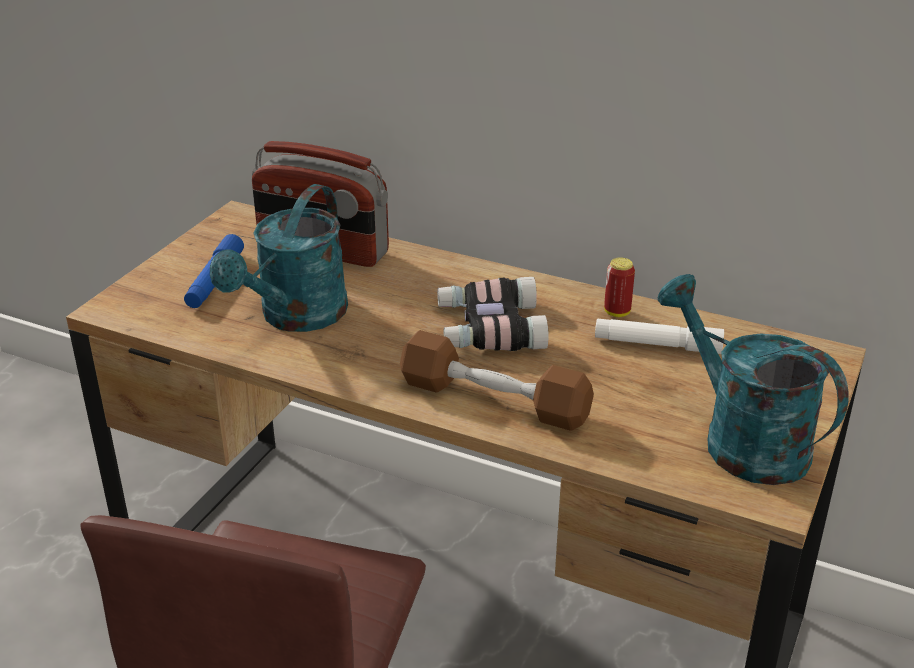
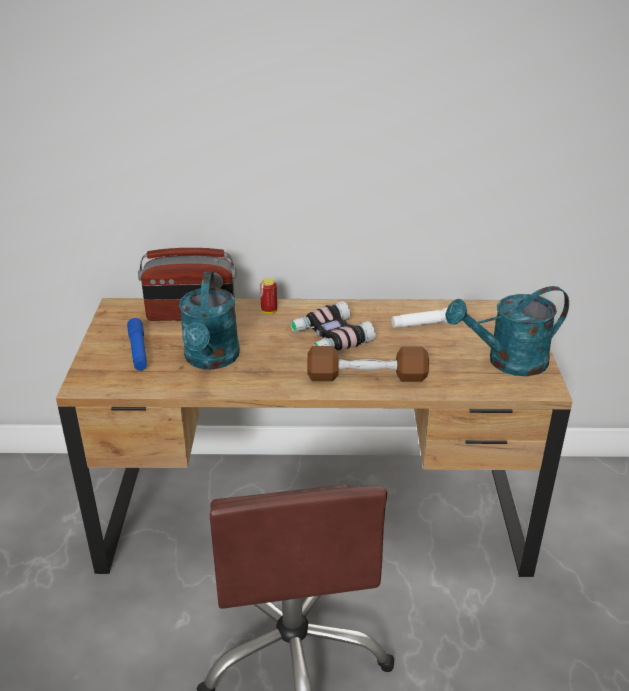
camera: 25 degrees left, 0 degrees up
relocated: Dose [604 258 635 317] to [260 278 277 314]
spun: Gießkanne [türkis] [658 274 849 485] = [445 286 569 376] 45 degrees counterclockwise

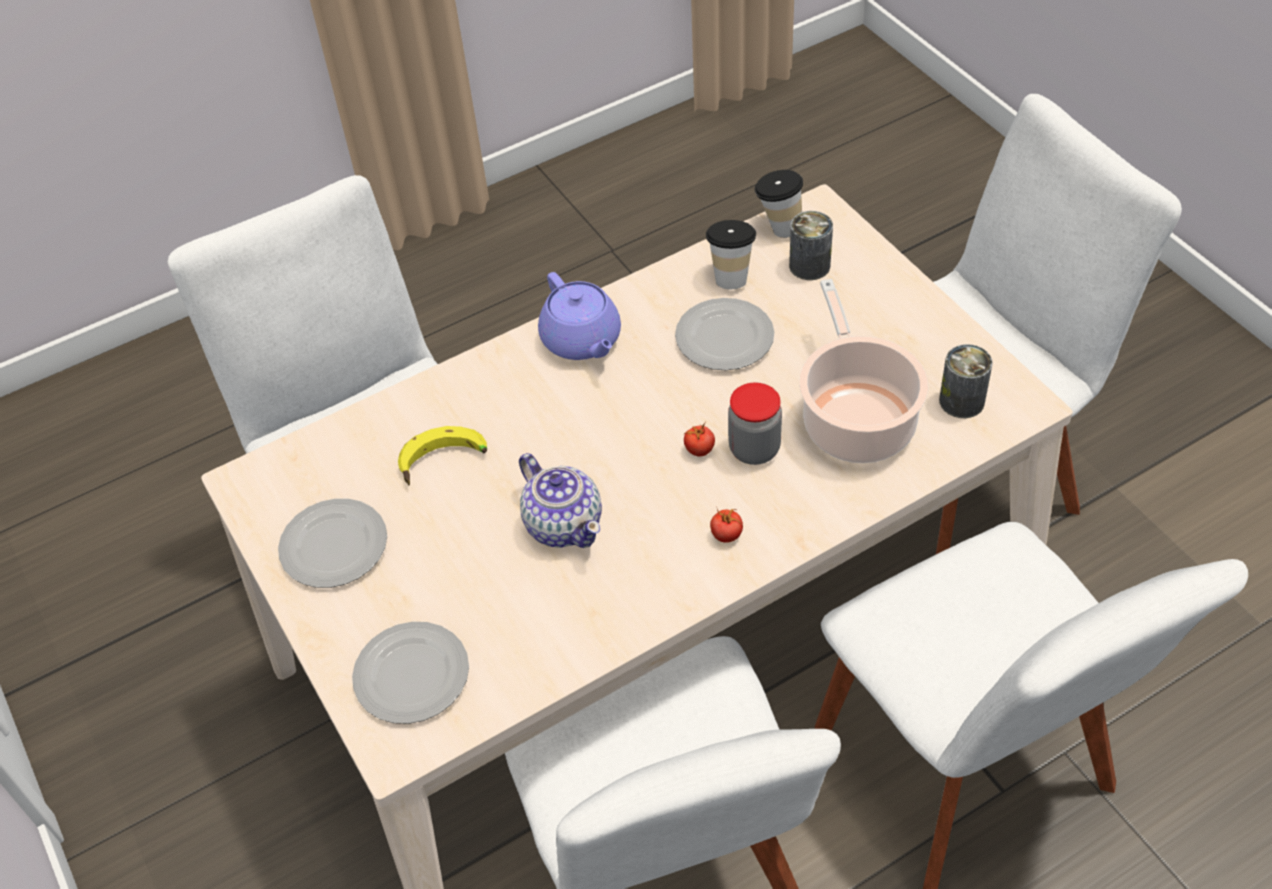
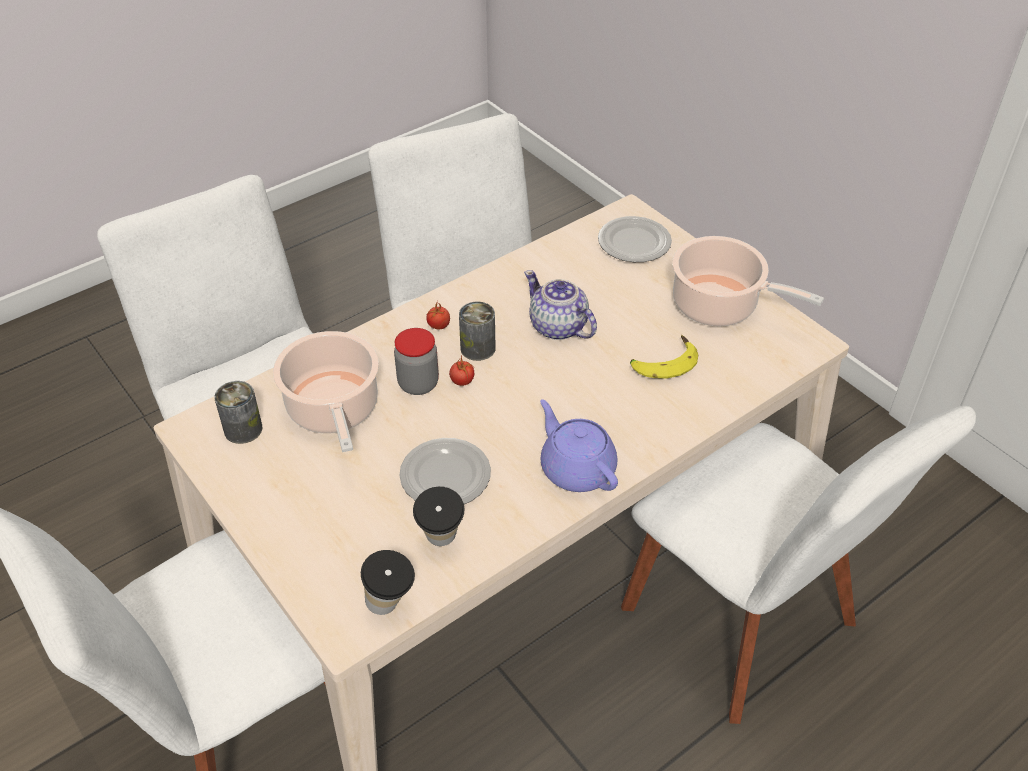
camera: 170 degrees right, 5 degrees down
relocated: Dose [789 211 833 280] to [459 302 496 361]
exchanged: Teller [278 499 387 588] to Kochtopf [673 236 824 326]

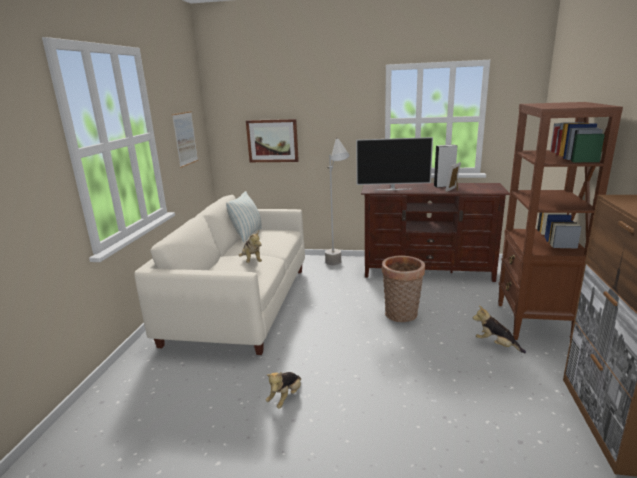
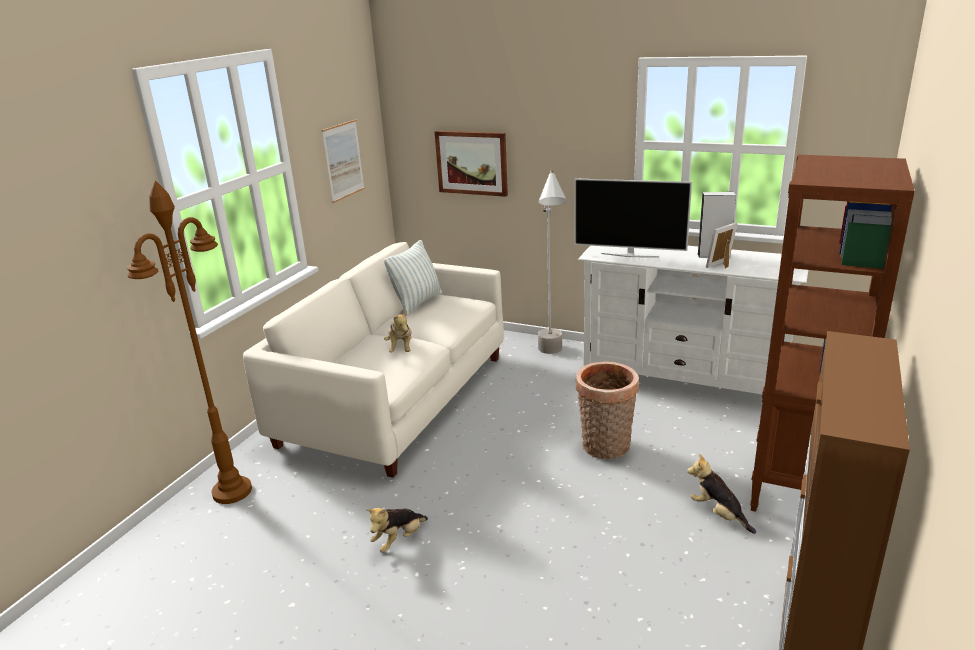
camera: 15 degrees right, 5 degrees up
appeared: Stehlampe [braun] [127 181 252 504]
colour: Fernsehschrank [braun] [361 183 510 282] to Fernsehschrank [weiß] [578 246 808 394]

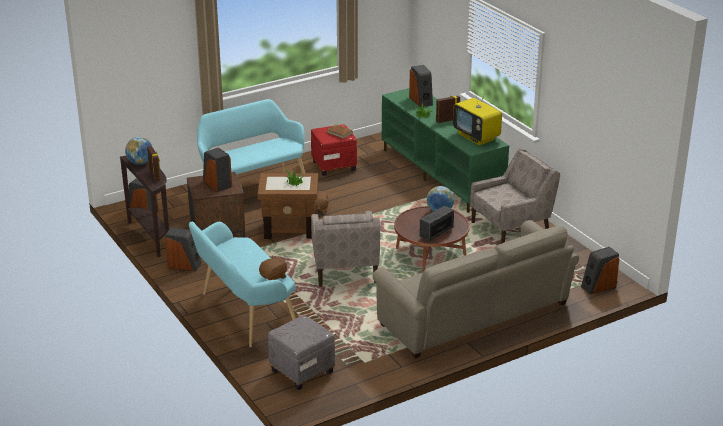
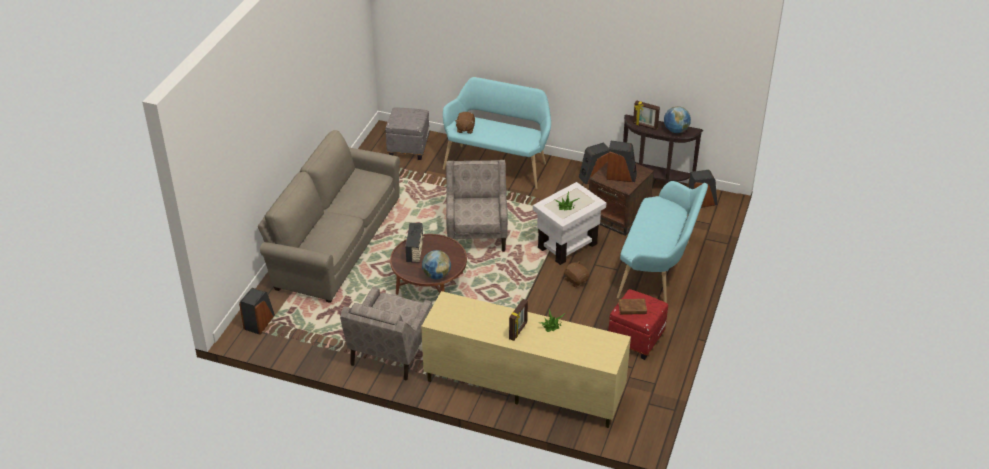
camera: 140 degrees right, 10 degrees up
missing: Lautsprecher [409 65 433 107]; Fernseher [453 86 502 145]
colour: Beistelltisch [braun] [258 173 318 239] to Beistelltisch [weiß] [533 182 606 265]; Fernsehschrank [grün] [382 88 509 213] to Fernsehschrank [beige] [421 291 631 428]
spun: Sessel [beige] [311 211 381 287] = [446 160 508 252] 45 degrees clockwise

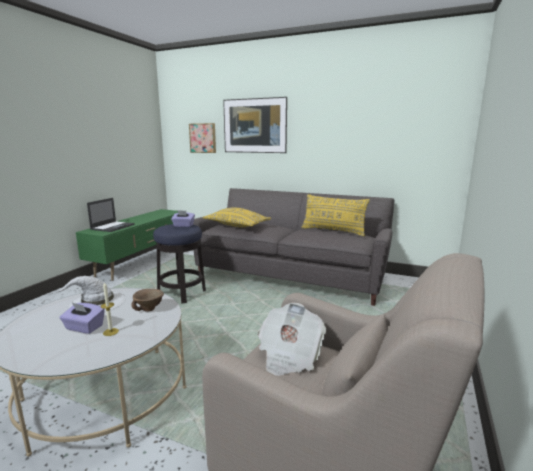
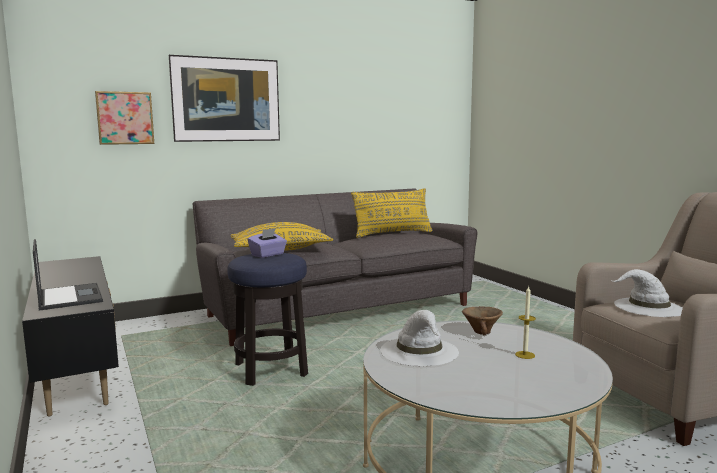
camera: 50 degrees left, 5 degrees down
missing: Taschentuchbox [lila] [60 302 105 334]
exchanged: Zeitung [258 303 326 376] to Hut [weiß] [613 269 683 317]
colour: Fernsehschrank [grün] [76 209 178 281] to Fernsehschrank [schwarz] [22 256 119 417]

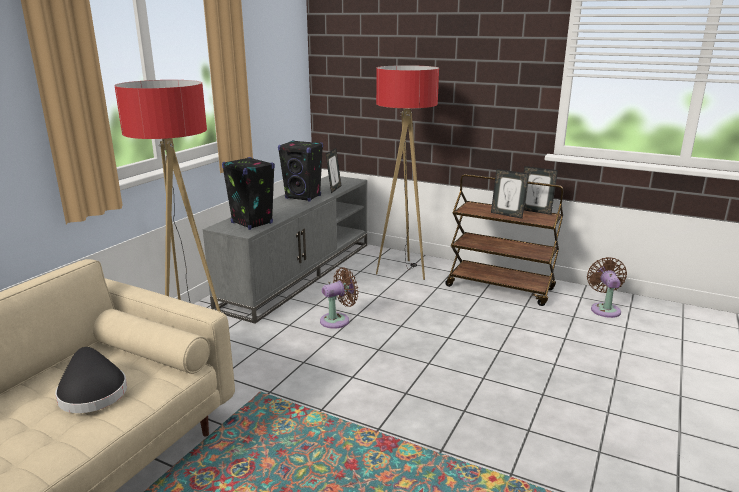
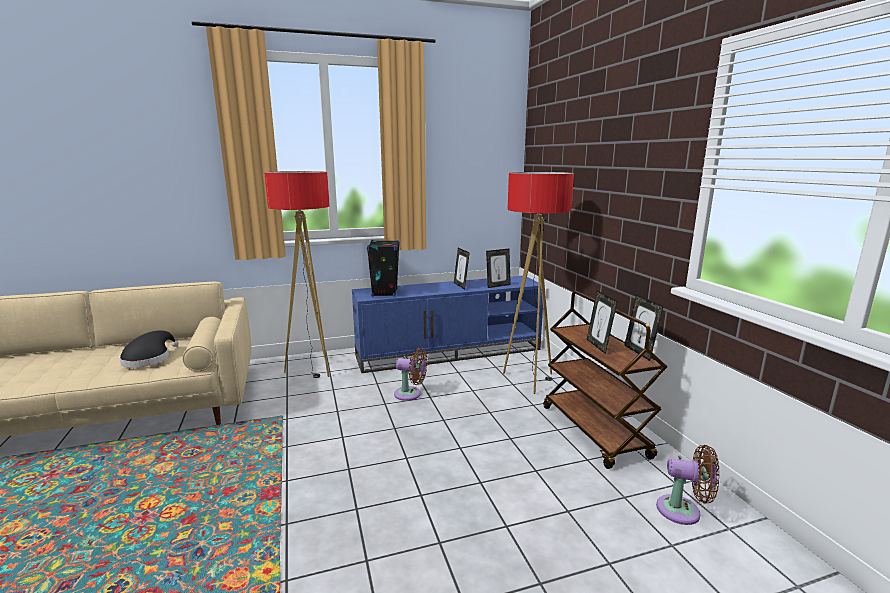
camera: 45 degrees right, 5 degrees down
exchanged: Lautsprecher [schwarz] [278 140 323 202] to Bilderrahmen [454 248 470 289]
colour: Fernsehschrank [grau] [203 175 367 323] to Fernsehschrank [blau] [352 276 543 373]
spun: Ventilator [braun] [587 257 627 318] = [656 445 719 525] 60 degrees clockwise

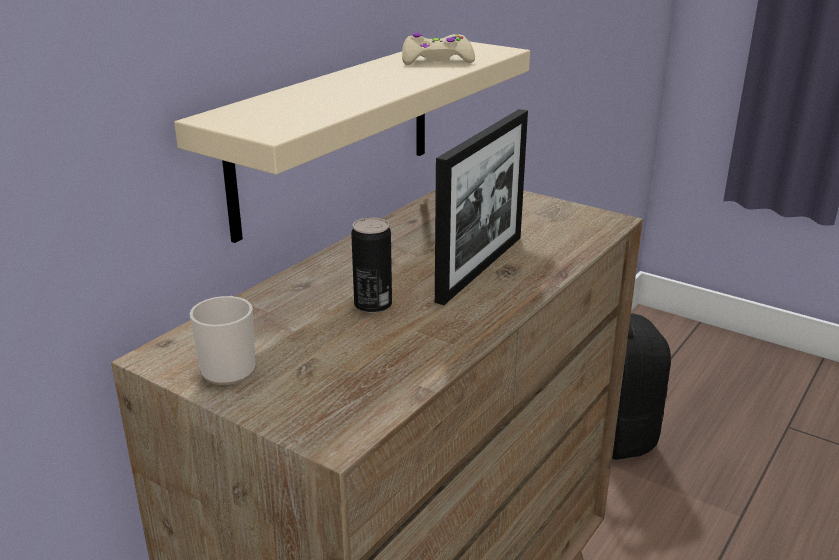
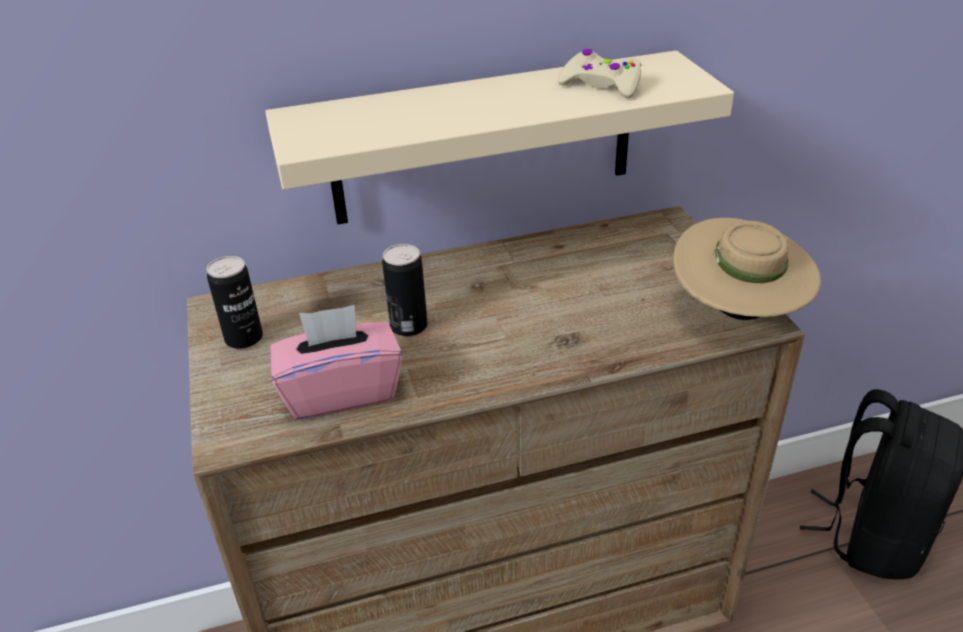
camera: 40 degrees right, 10 degrees up
missing: Bilderrahmen [435 109 528 305]
appeared: Taschentuchbox [rosa] [270 305 403 420]; Hut [beige] [673 218 821 320]
exchanged: Henkelbecher [190 296 255 385] to Dose [207 256 263 349]

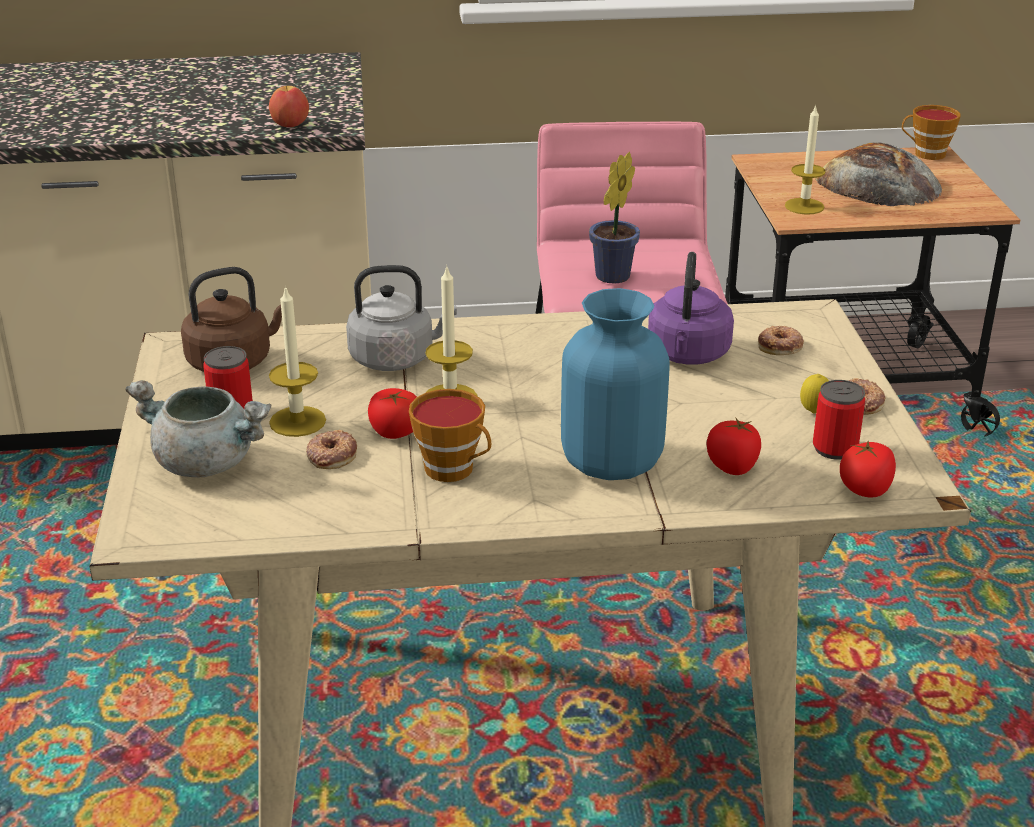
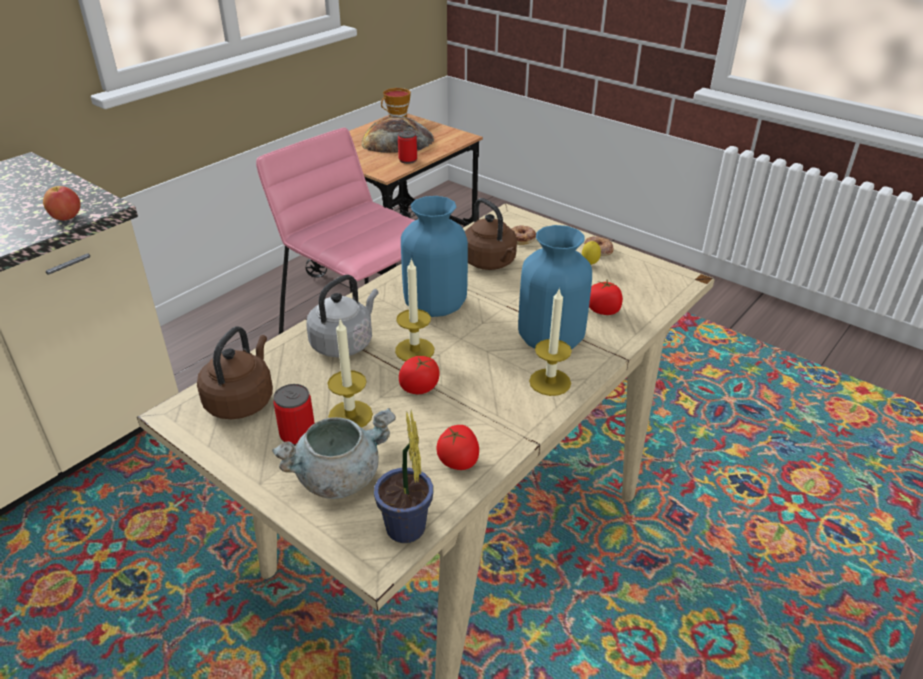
camera: 45 degrees left, 5 degrees up
missing: Donut [306 430 357 469]; Tasse [409 389 491 482]
appeared: Vase [blau] [401 196 468 317]
relocated: Topfpflanze [589 152 640 283] to [374 410 433 543]; Kerze [785 104 826 215] to [529 287 572 396]; Dose [813 380 865 460] to [398 130 417 164]; Tomate [840 441 896 498] to [436 425 479 470]
colour: Wasserkessel [lila] [648 252 734 365] to Wasserkessel [braun] [465 198 517 270]

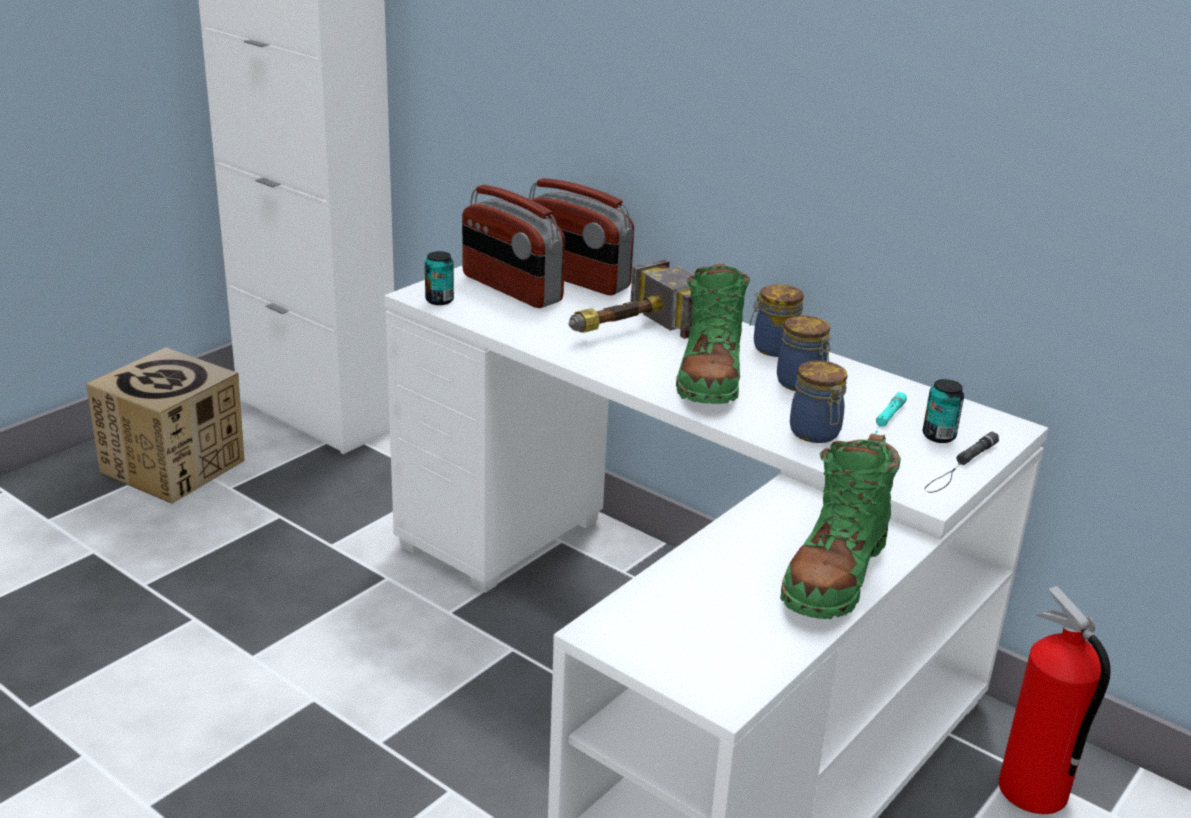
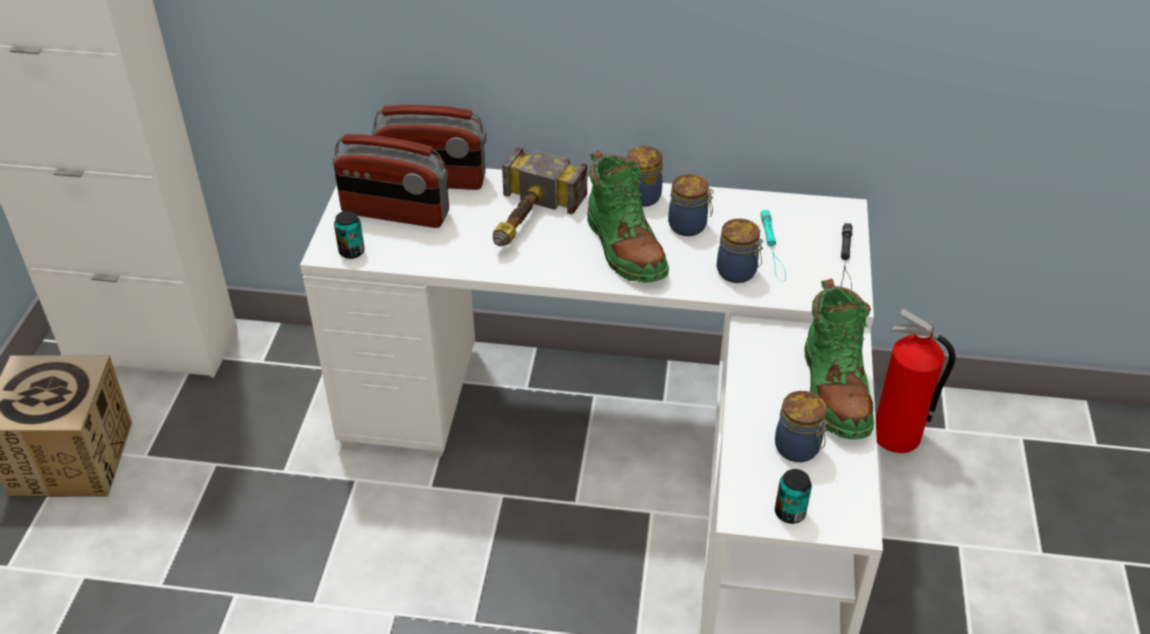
camera: 30 degrees left, 15 degrees up
appeared: Vorratsglas [775 391 828 462]
relocated: Dose [923 379 964 443] to [775 469 812 524]

